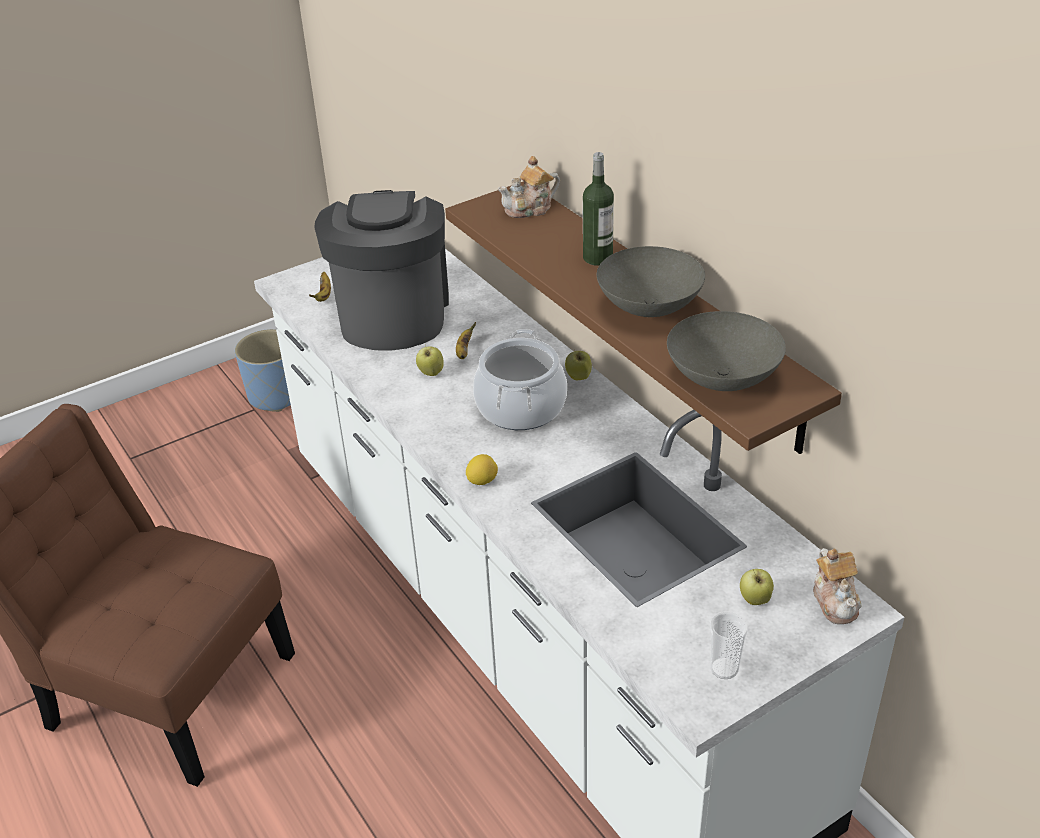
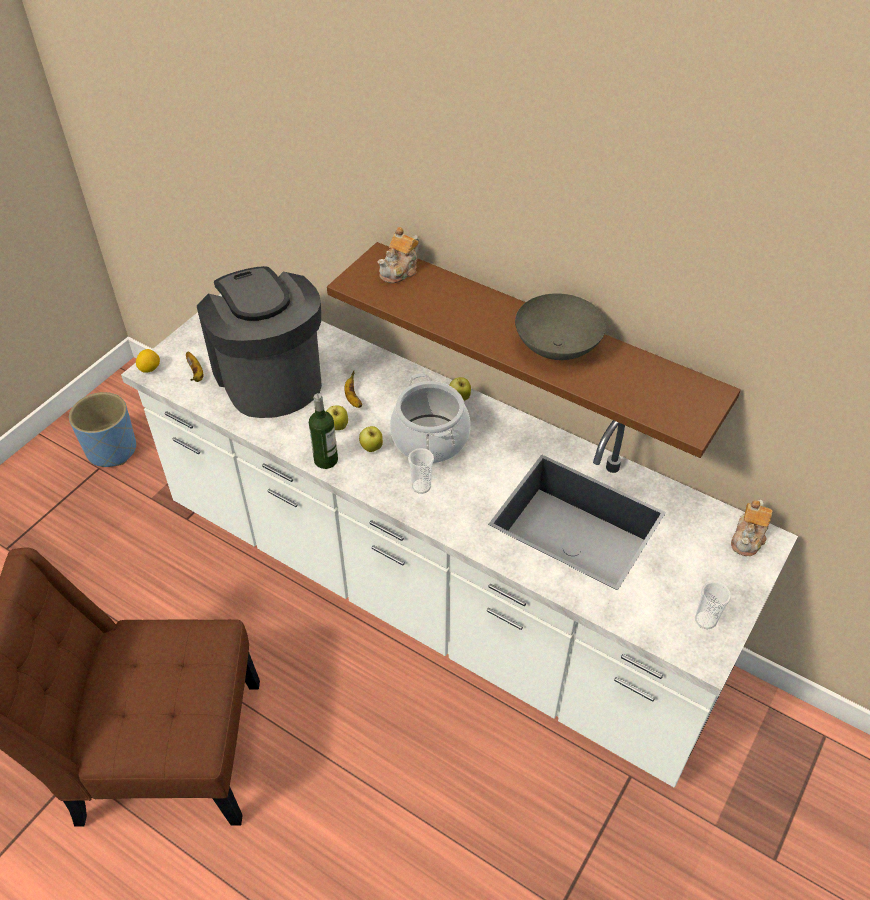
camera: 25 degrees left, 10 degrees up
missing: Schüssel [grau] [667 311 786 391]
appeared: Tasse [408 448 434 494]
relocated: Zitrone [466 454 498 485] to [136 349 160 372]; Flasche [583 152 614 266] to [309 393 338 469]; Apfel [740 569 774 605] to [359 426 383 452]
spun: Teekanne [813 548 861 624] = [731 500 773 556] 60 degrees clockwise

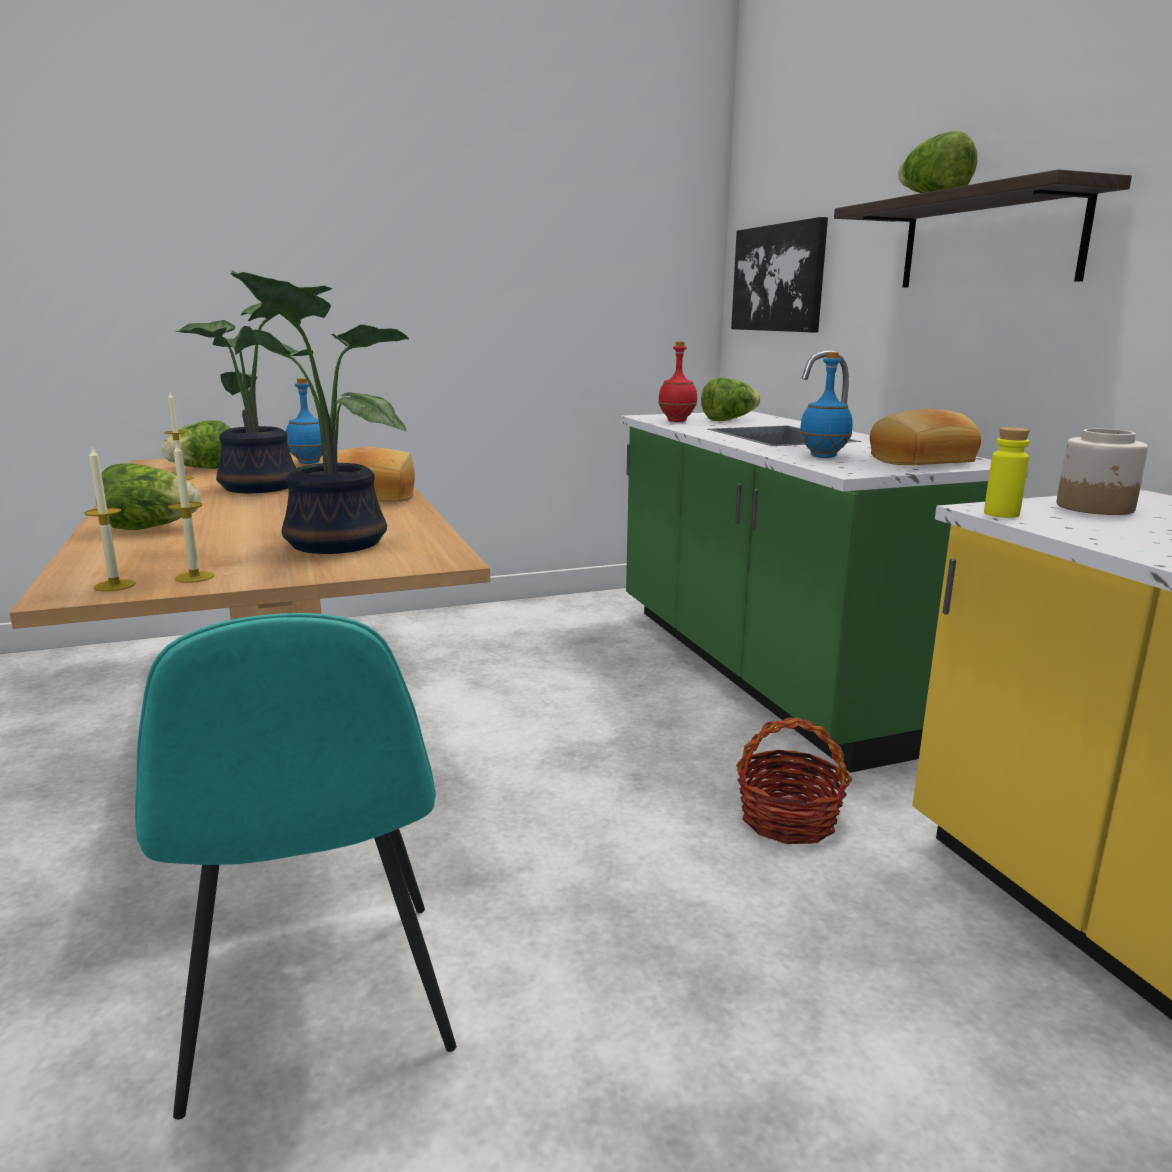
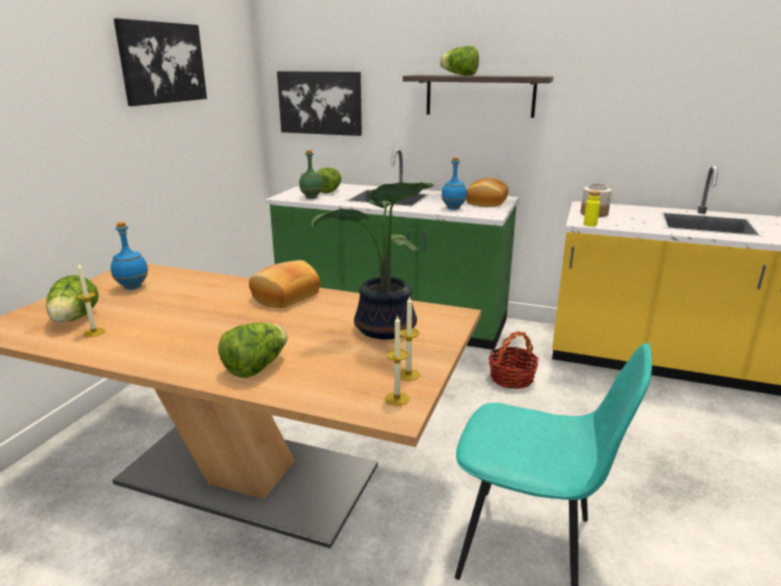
camera: 50 degrees left, 5 degrees up
missing: Topfpflanze [175 286 333 493]
appeared: Bild [114 18 207 106]
colour: Flasche [rot] [658 342 697 422] to Flasche [grün] [299 150 323 199]

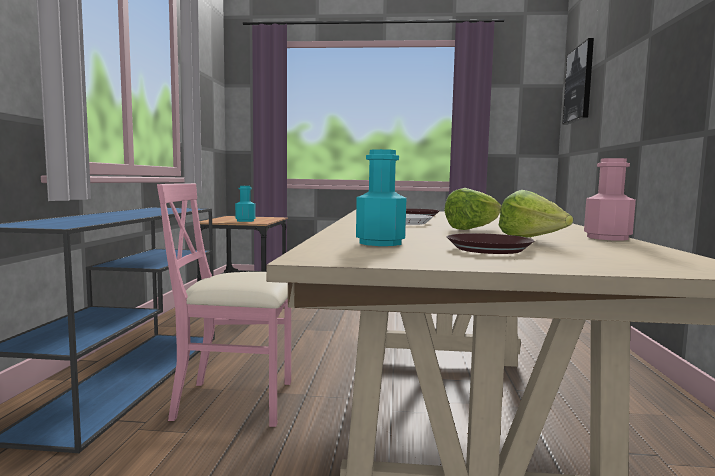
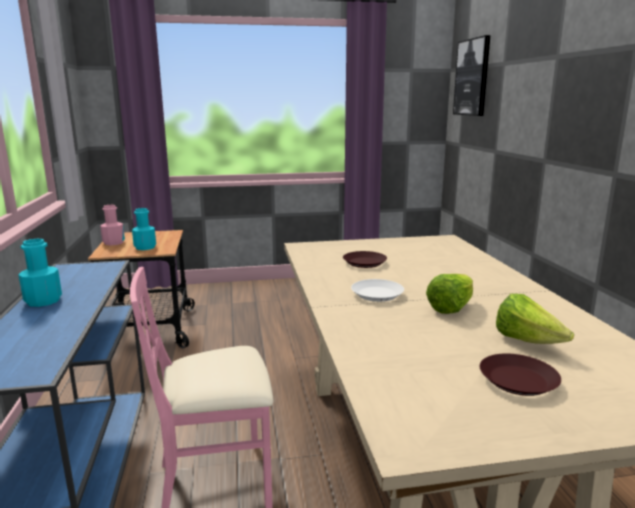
camera: 15 degrees left, 10 degrees up
relocated: Flasche [türkis] [356 149 406 246] to [18 239 62 307]; Flasche [rosa] [584 158 636 241] to [100 205 125 246]

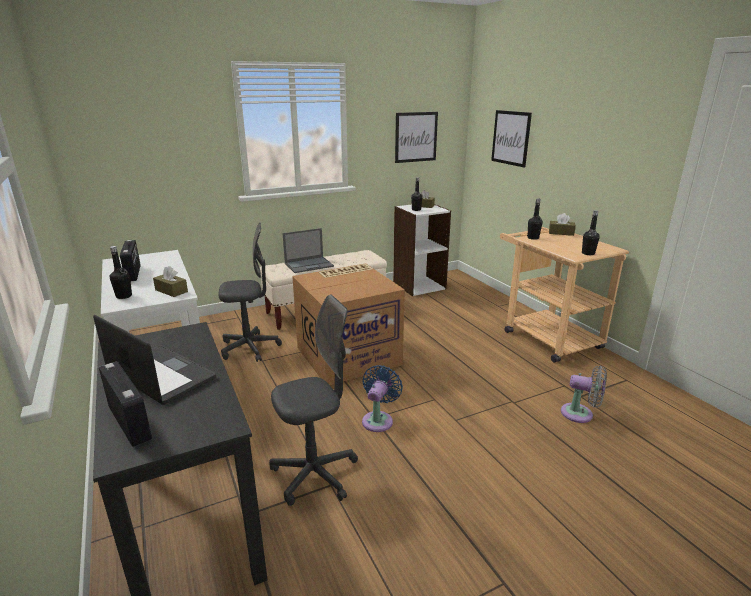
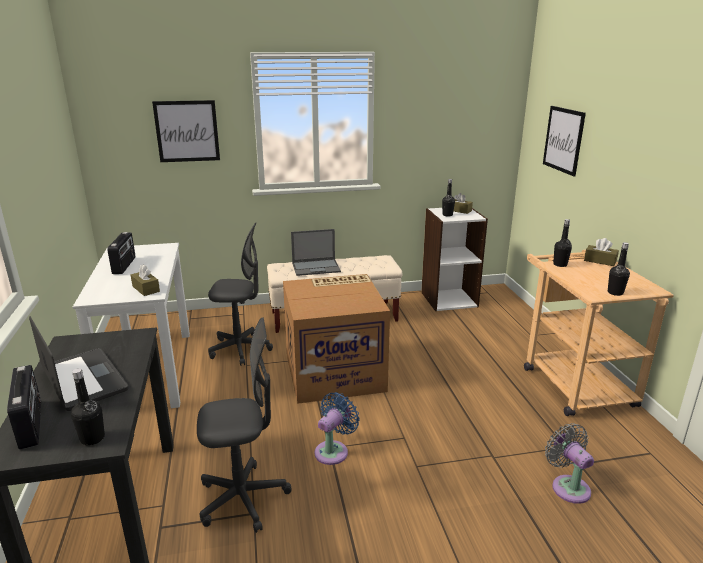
camera: 15 degrees right, 0 degrees up
relocated: Flasche [schwarz] [110 246 132 299] to [71 368 105 445]; Bild [395 112 438 163] to [152 100 220 162]
spun: Ventilator [grau] [561 366 607 423] = [545 423 594 504] 150 degrees counterclockwise

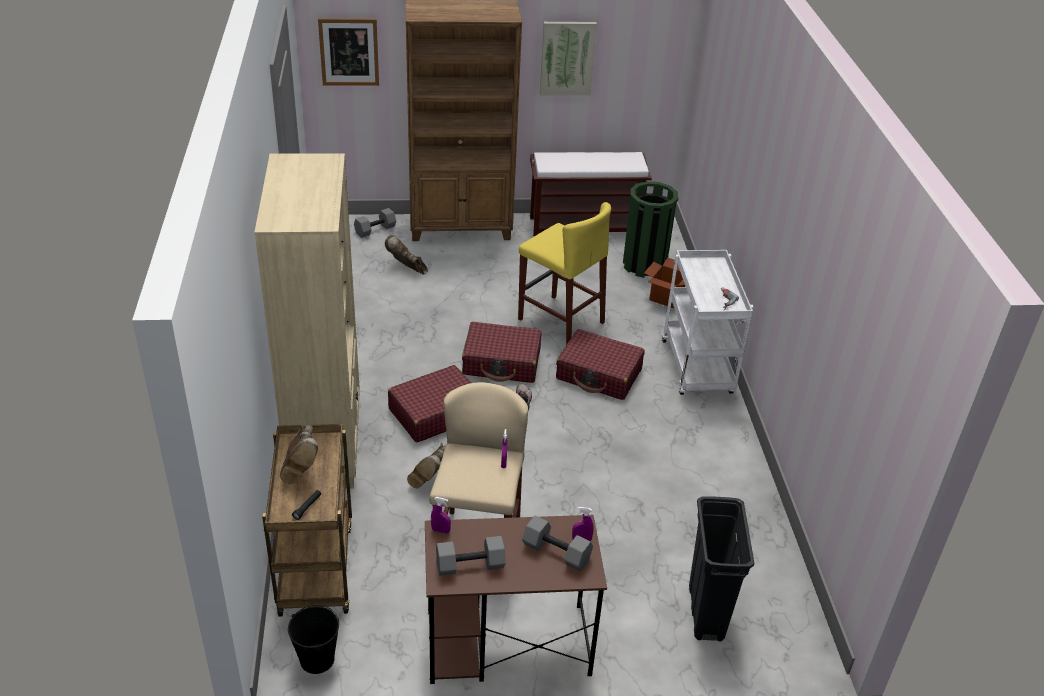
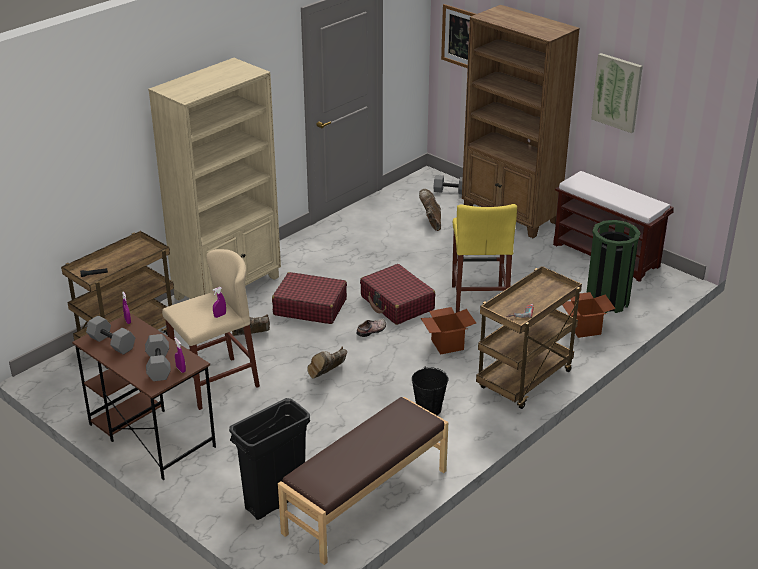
camera: 50 degrees right, 5 degrees down
appeared: Bank [braun] [278 397 448 565]
relocated: Stiefel [braun] [280 424 318 484] to [307 346 347 378]; Eimer [schwarz] [288 605 339 674] to [412 367 448 415]
exchanged: Koffer [rot] [556 329 645 400] to Karton [421 307 476 355]
colour: Rollwagen [weiß] [662 250 754 395] to Rollwagen [braun] [476 266 582 409]

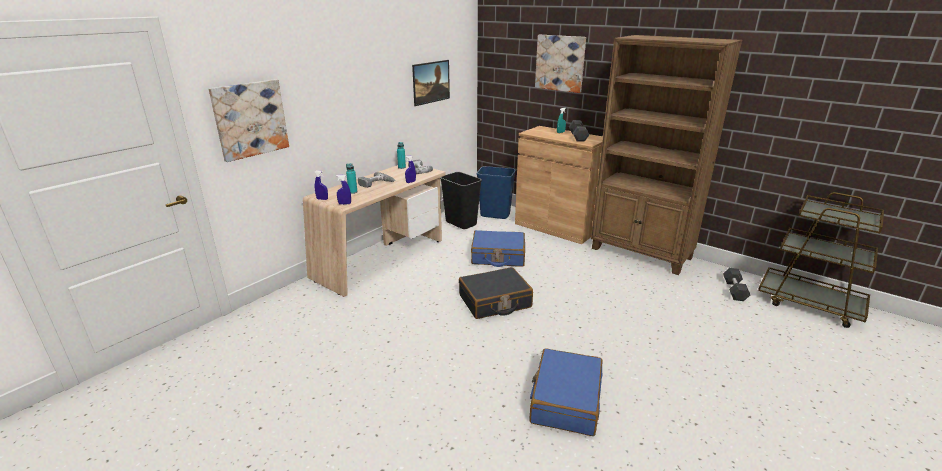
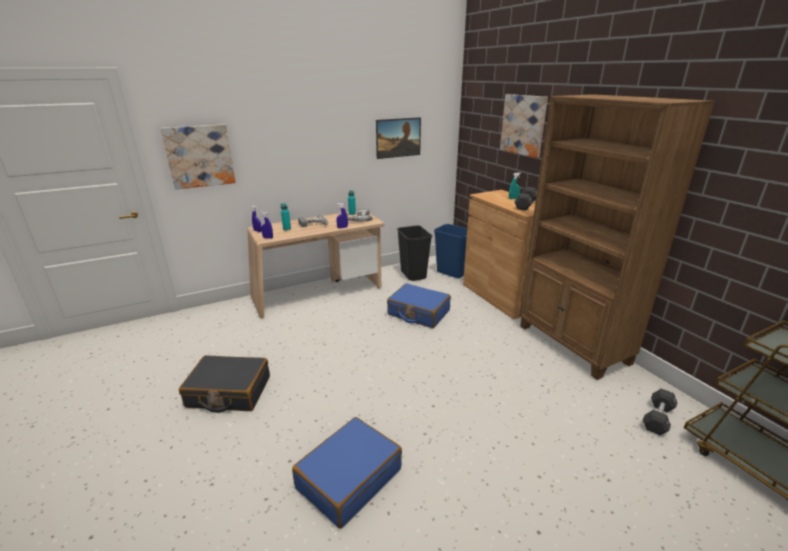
camera: 25 degrees right, 0 degrees up
relocated: Koffer [schwarz] [459 267 533 319] to [179 355 270 413]

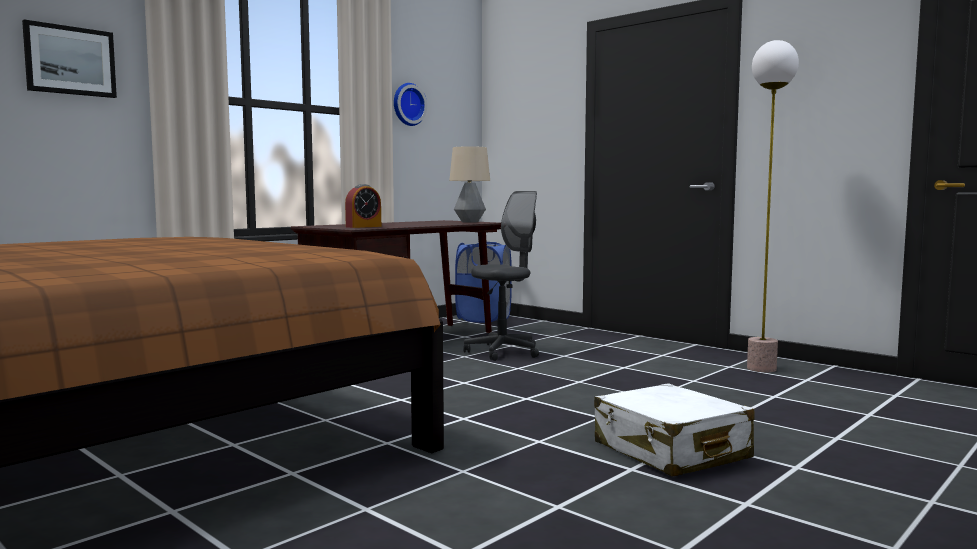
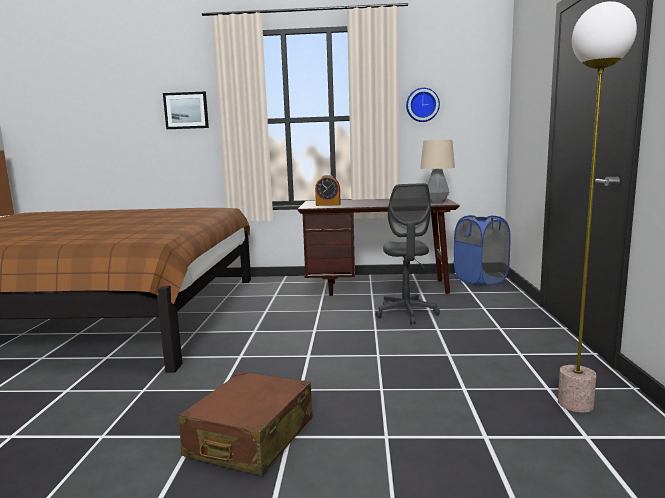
camera: 50 degrees right, 5 degrees up
colour: Koffer [weiß] [594 383 755 477] to Koffer [braun] [178 371 313 475]
spun: Bürostuhl [grau] [463 191 539 361] = [376 183 440 324] 75 degrees clockwise

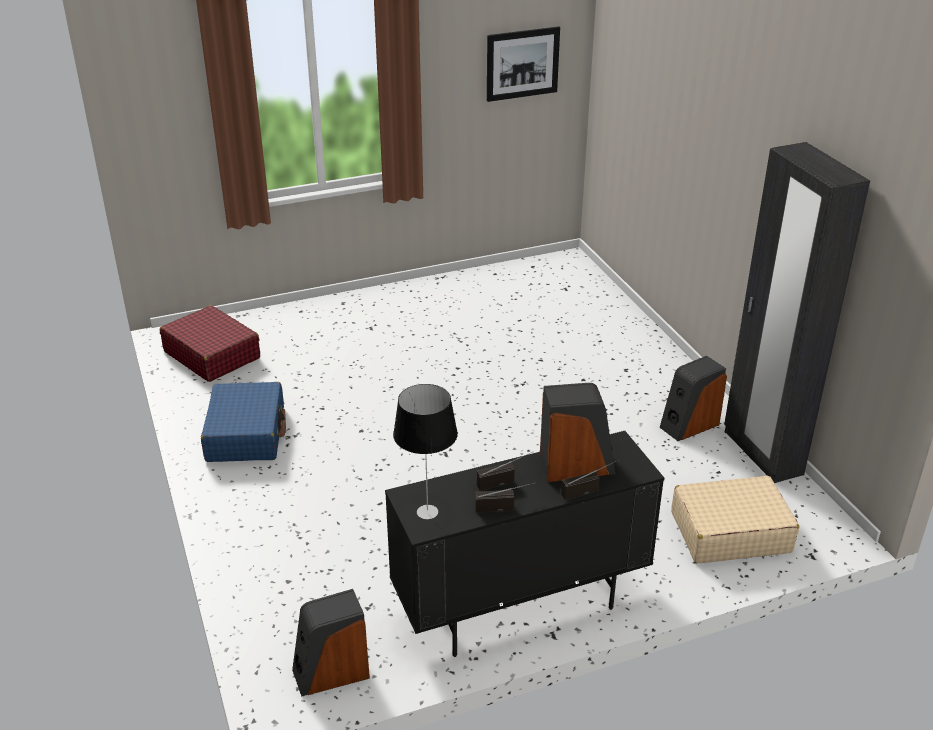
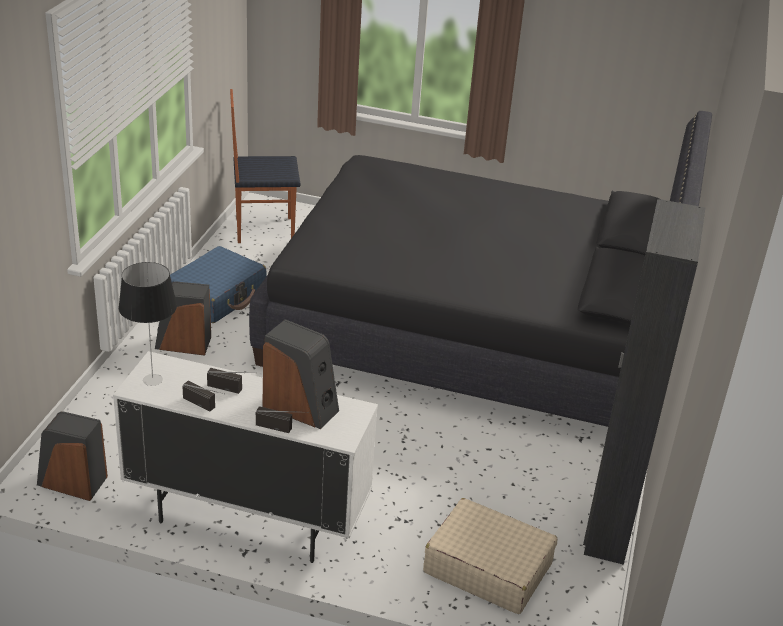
camera: 35 degrees right, 0 degrees up
missing: Bild [487 26 560 102]
appeared: Bett [schwarz] [249 111 712 427]
relocated: Lautsprecher [659 356 727 441] to [155 282 211 356]
exchanged: Koffer [rot] [160 305 260 382] to Stuhl [230 89 300 243]
colour: Schrank [schwarz] [385 431 664 657] to Schrank [weiß] [113 351 378 563]

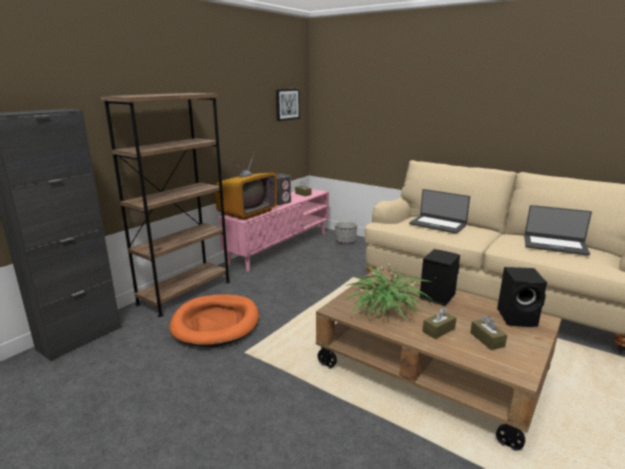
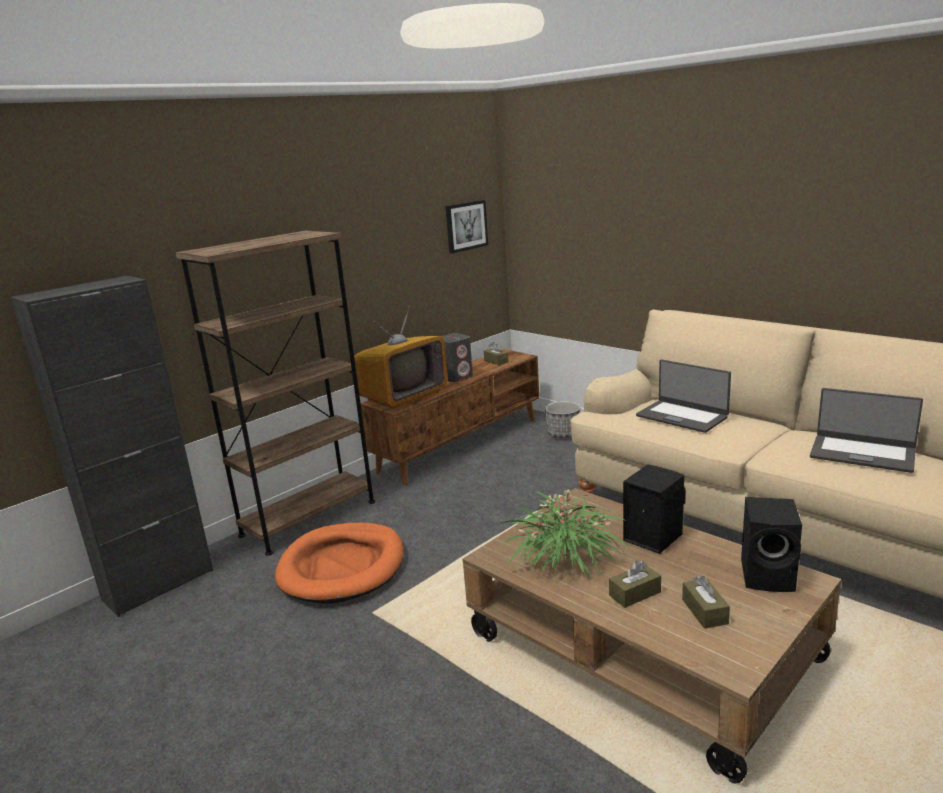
camera: 10 degrees right, 0 degrees up
colour: Fernsehschrank [rosa] [218 189 329 272] to Fernsehschrank [braun] [361 349 539 485]

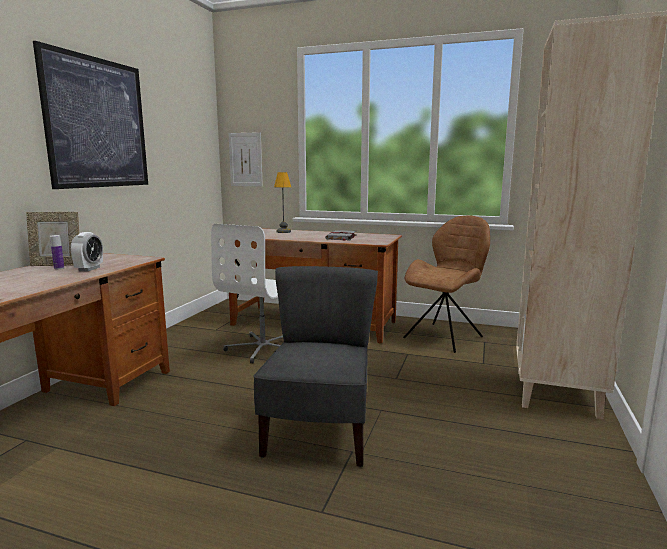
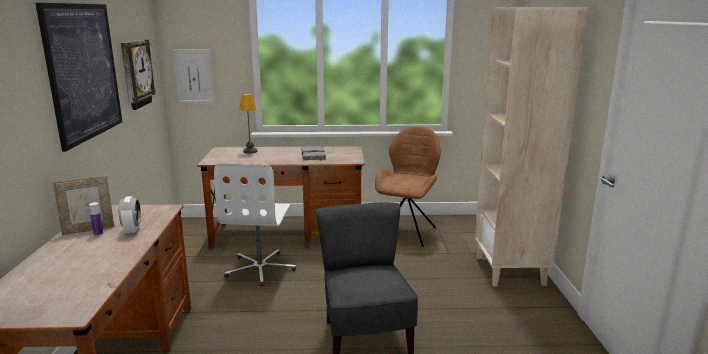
camera: 20 degrees left, 5 degrees up
appeared: Wanduhr [121 40 156 110]

